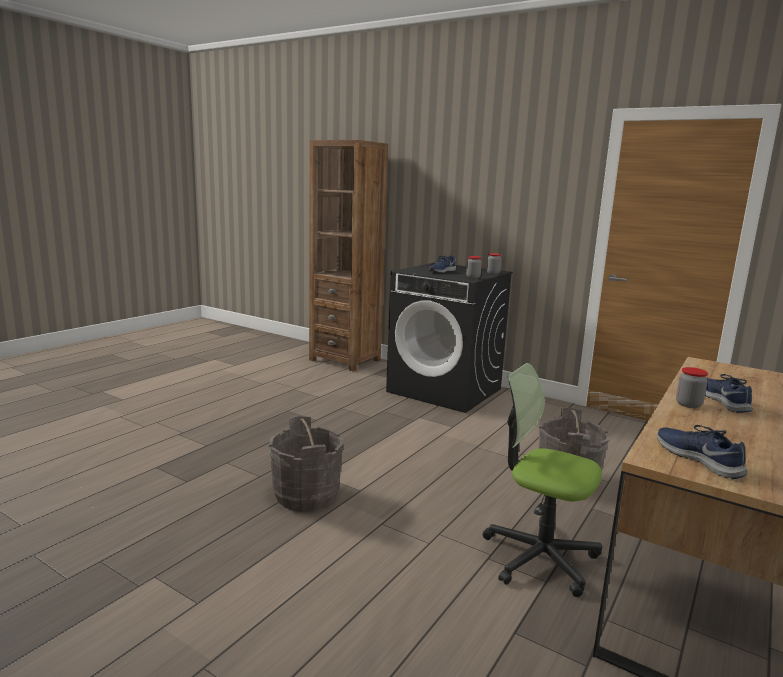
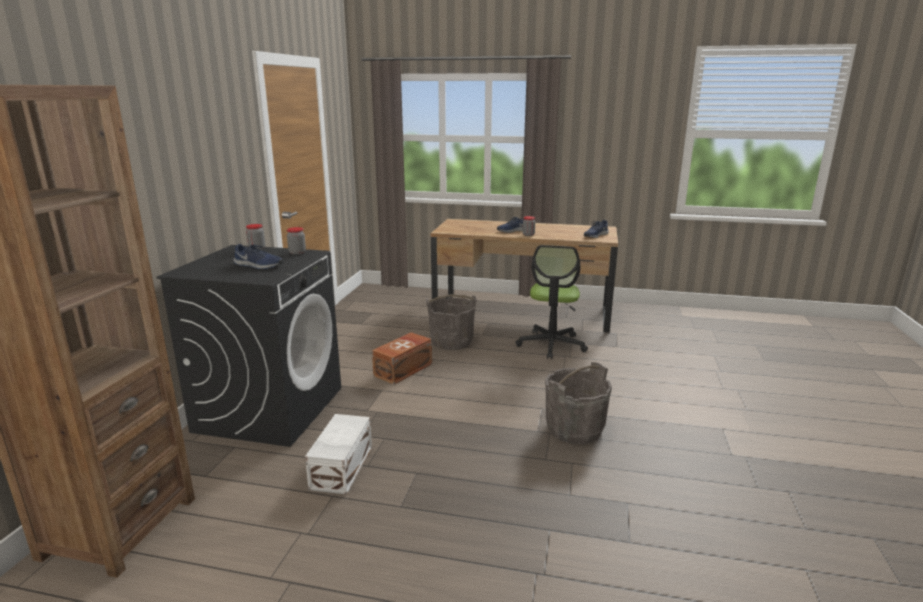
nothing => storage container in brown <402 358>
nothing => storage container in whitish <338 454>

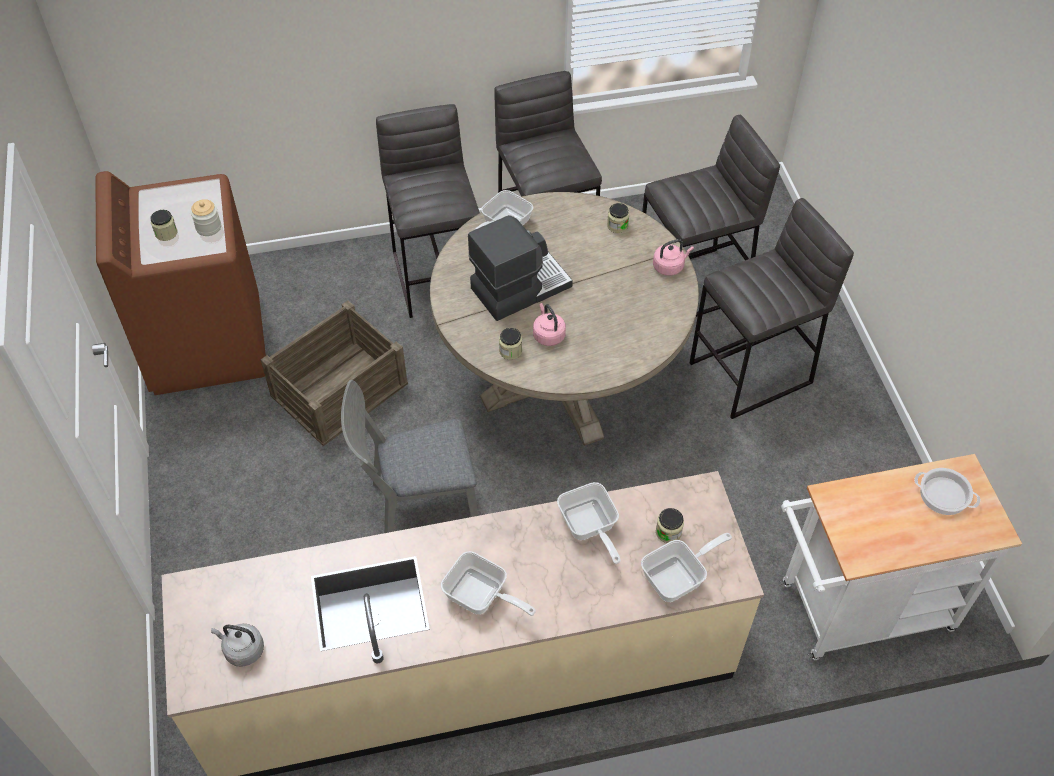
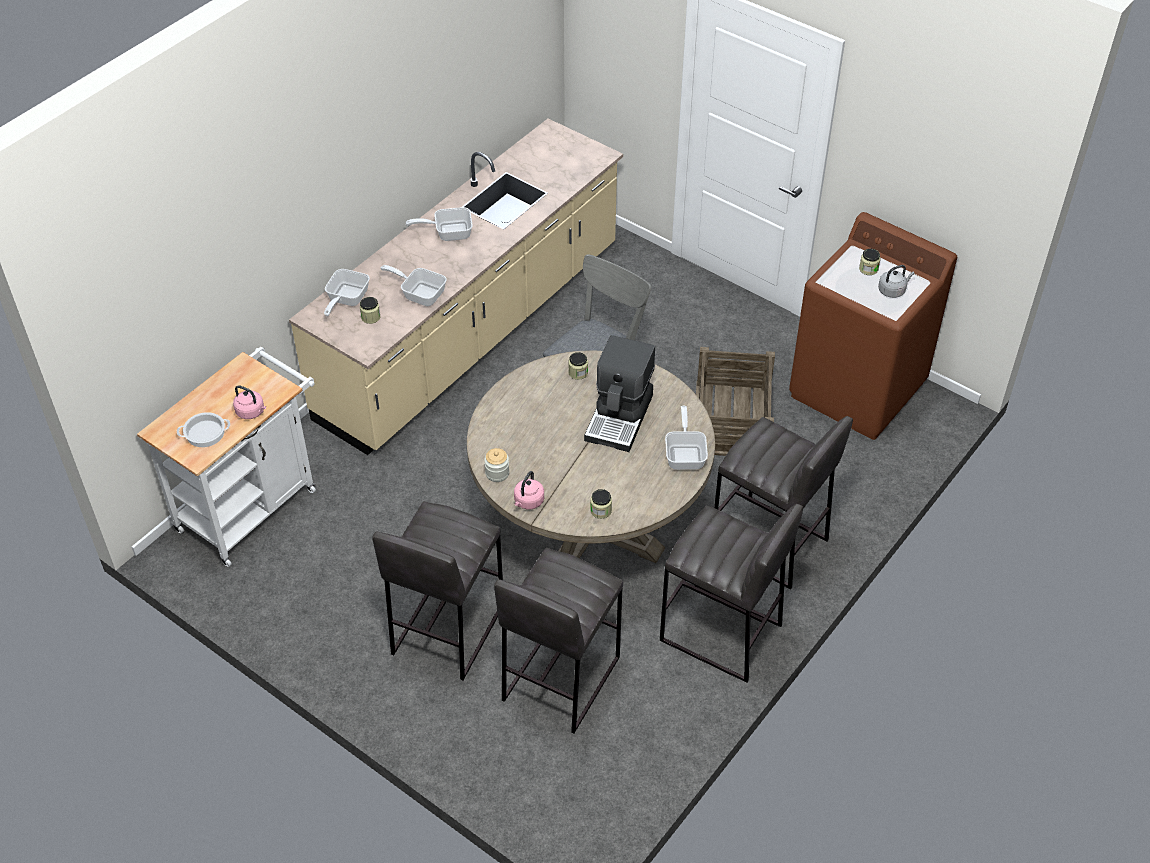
storage jar <206 217> => storage jar <496 465>, moved
kettle in pink <549 324> => kettle in pink <249 402>, moved
kettle in greyish <237 645> => kettle in greyish <896 281>, moved

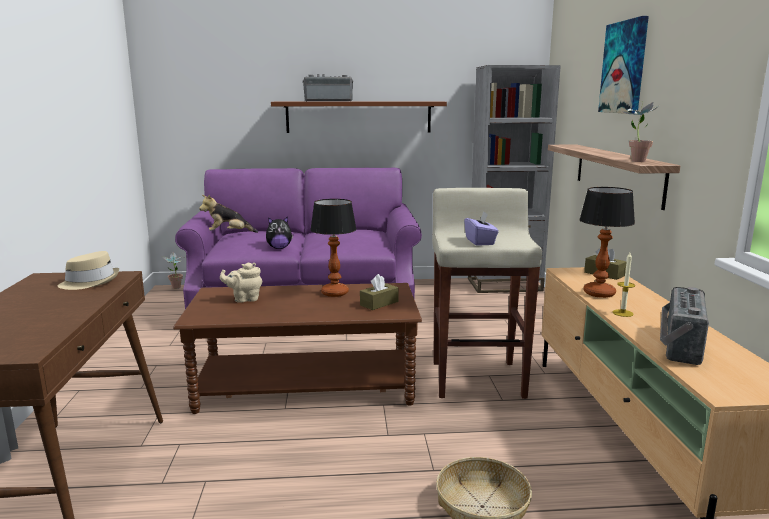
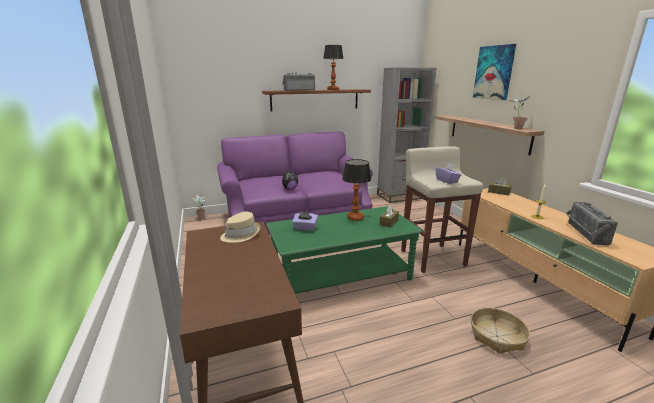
table lamp <607 242> => table lamp <333 67>, moved
plush toy <228 214> => nothing
teapot in sand-coloured <241 283> => tissue box in purple <305 221>
lounge table in brown <297 348> => lounge table in greenish <344 250>

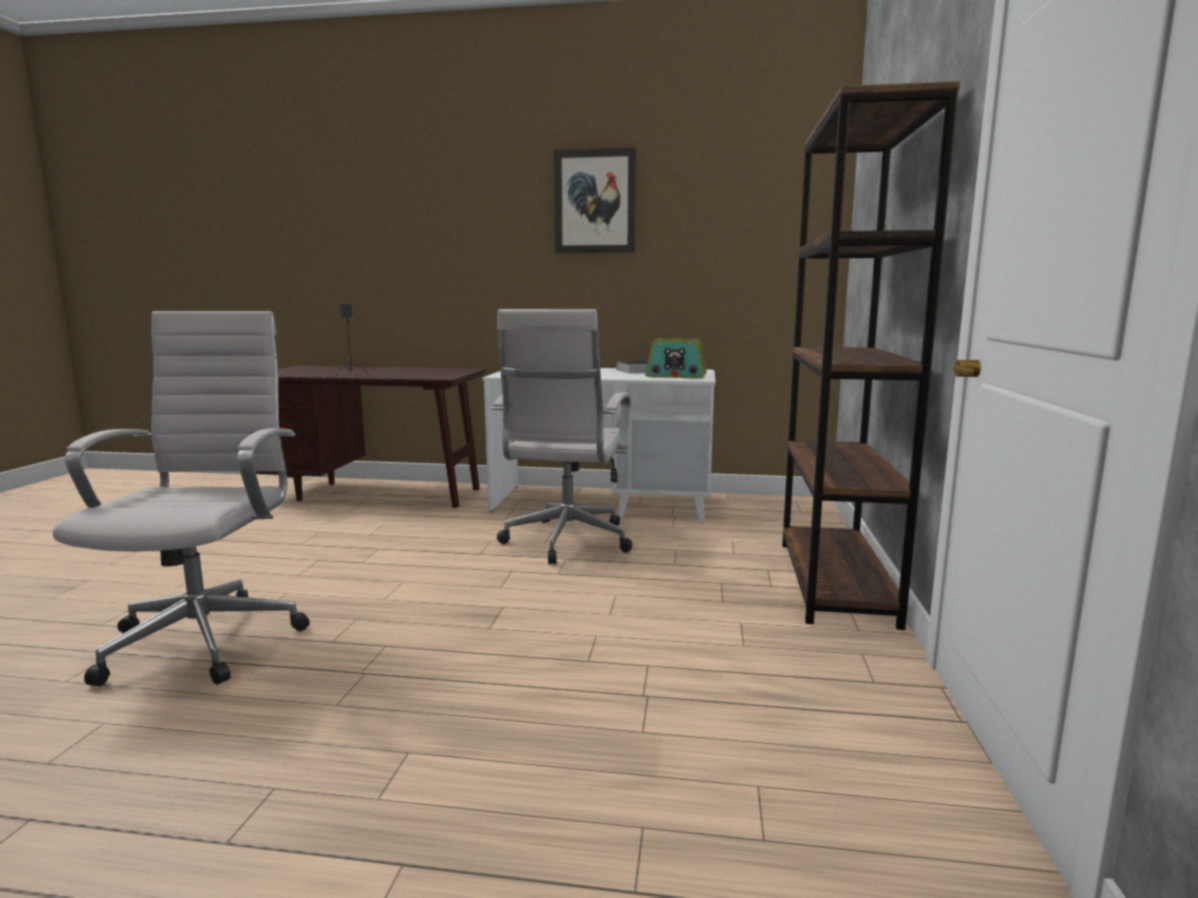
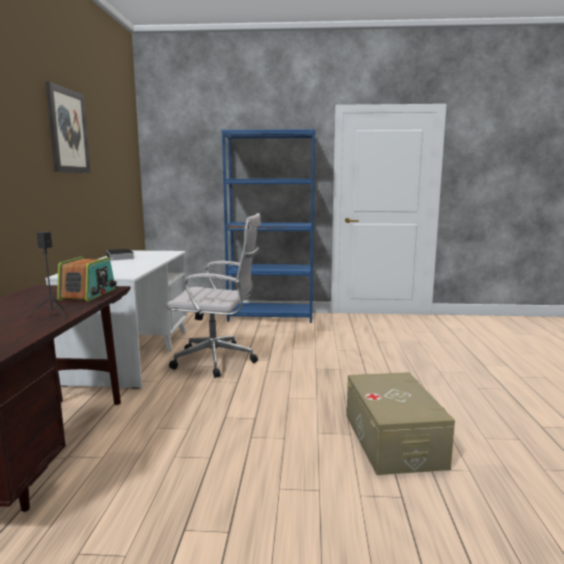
bookcase in brown <871 355> => bookcase in blue-coloured <268 226>
desk chair in whitish <181 498> => storage container in sand-coloured <401 423>
radio <676 358> => radio <87 279>, moved

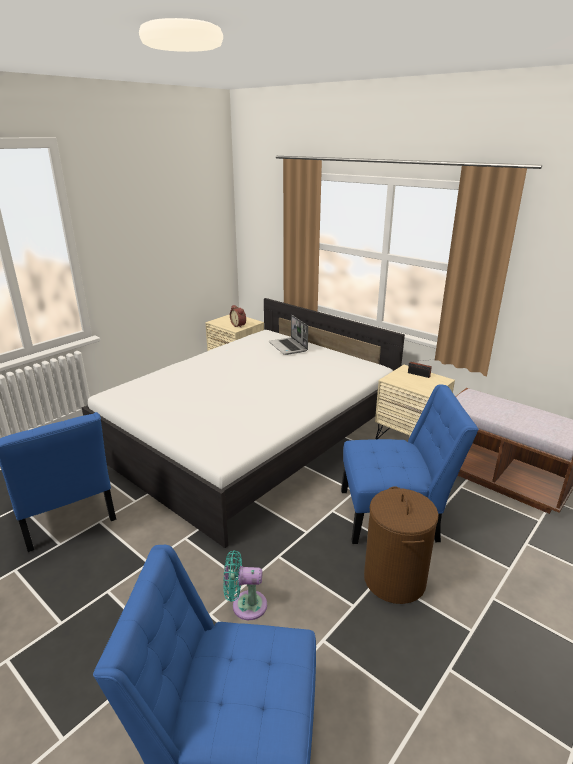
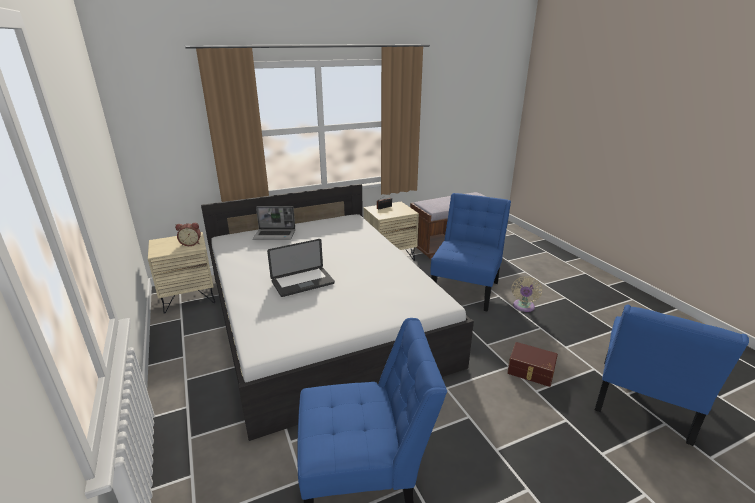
washing basket in brown <401 545> => electric fan in sand-coloured <527 294>
electric fan in turquoise <245 585> => storage container in brown <532 364>
nothing => laptop <301 268>

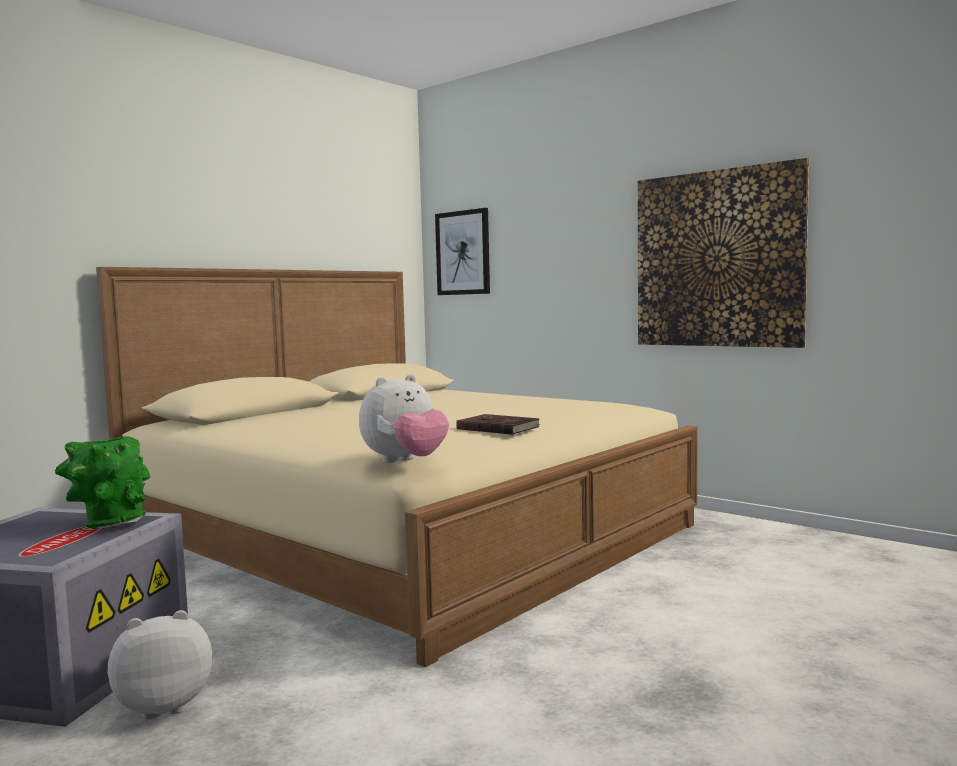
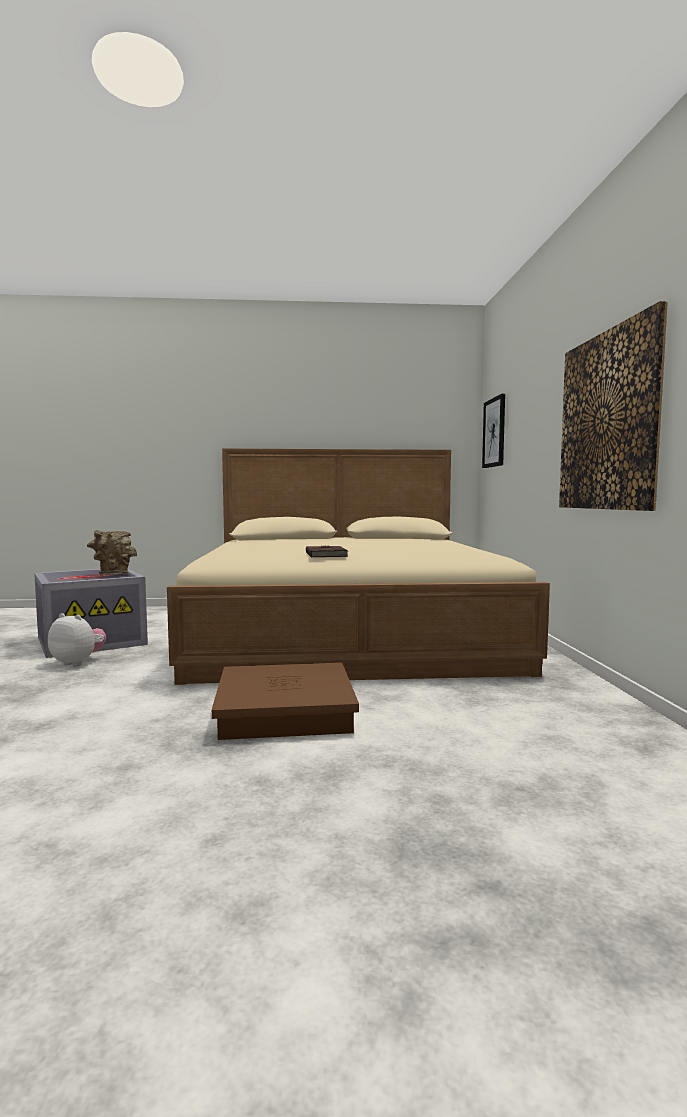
plush toy <404 418> => nothing
vase in greenish <102 482> => vase in brown <112 552>
nothing => storage container in brown <285 701>

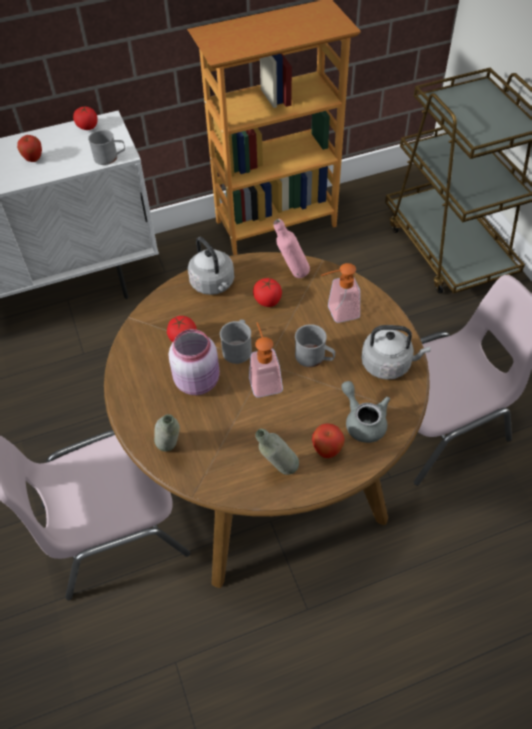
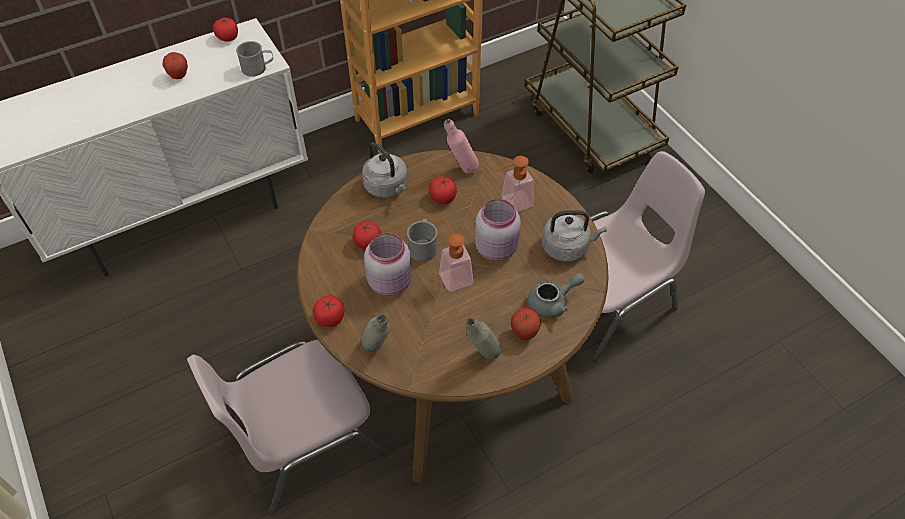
coffee mug in greyish <315 345> => storage jar in pink <498 230>
teapot in greyish <366 412> => teapot in greyish <556 295>, 105 degrees clockwise
nothing => fresh tomato <328 311>

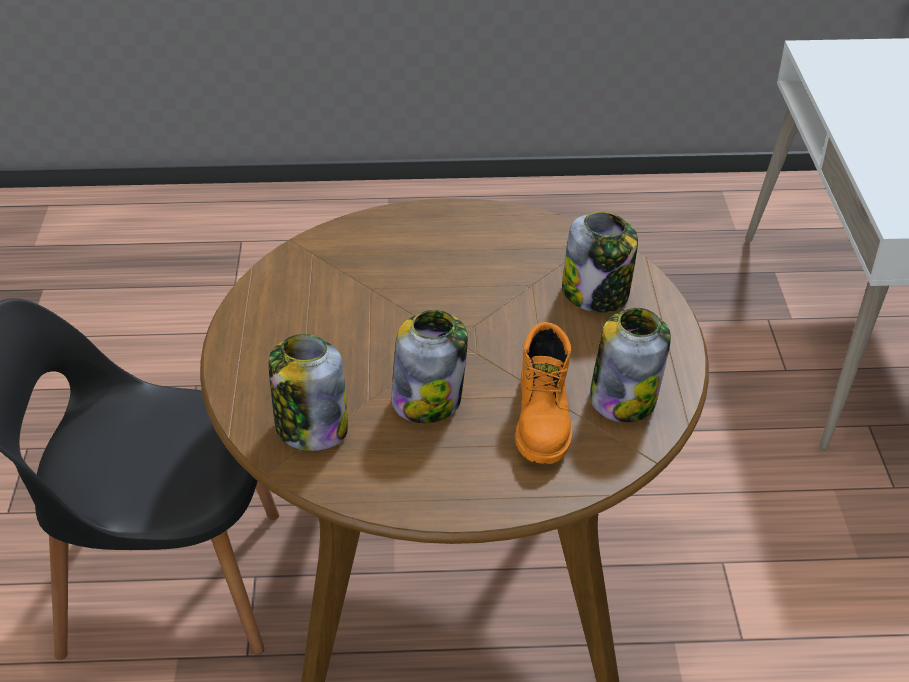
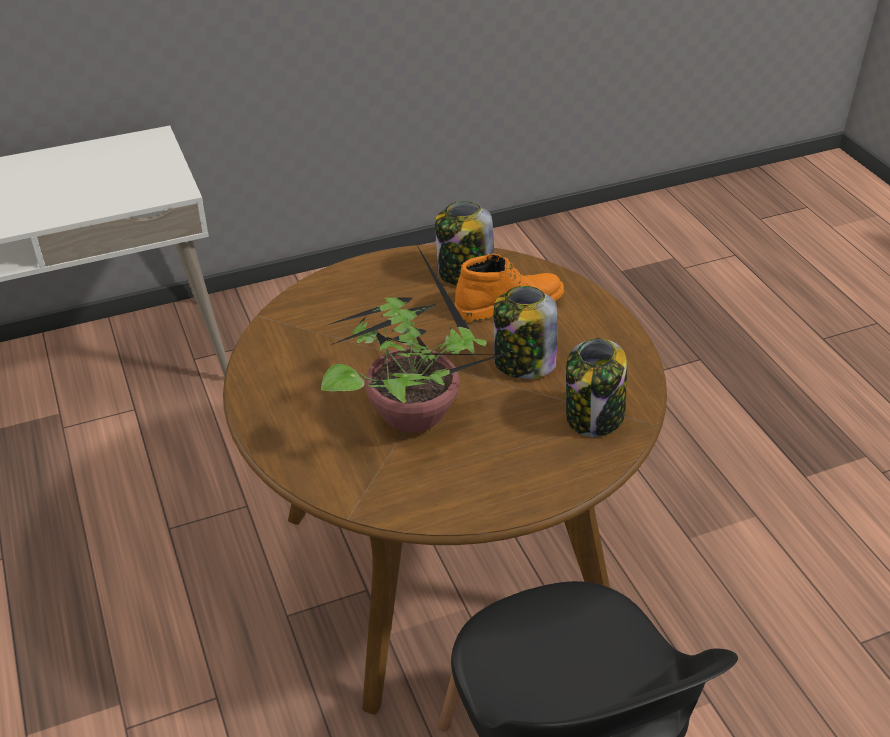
storage jar <600 262> => nothing
nothing => potted plant <416 339>

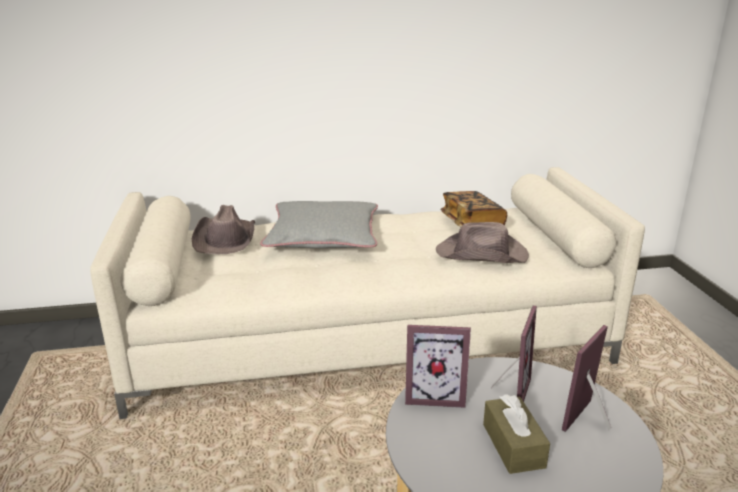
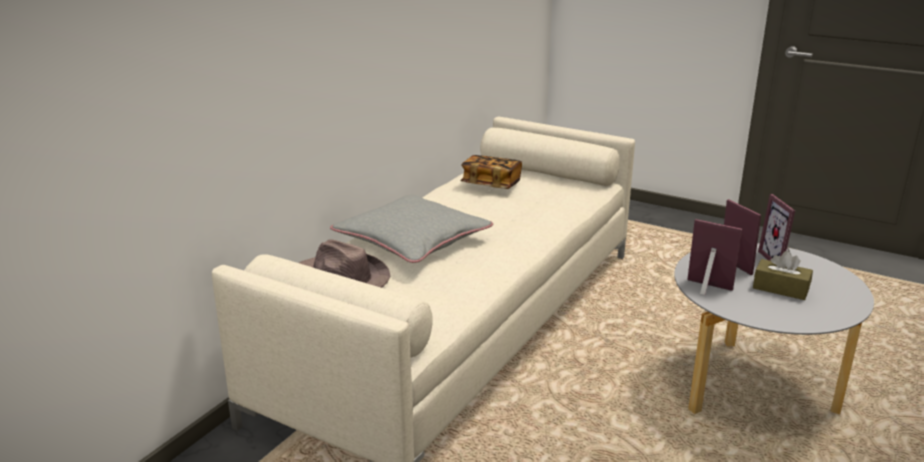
clothing hat in brown <482 242> => nothing
standing frame <438 366> => standing frame <714 257>, 105 degrees counterclockwise

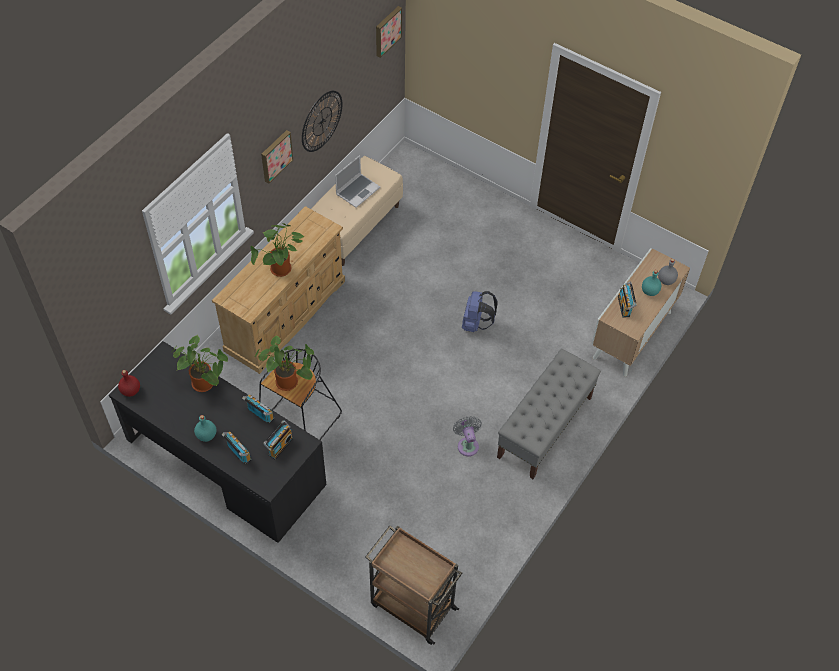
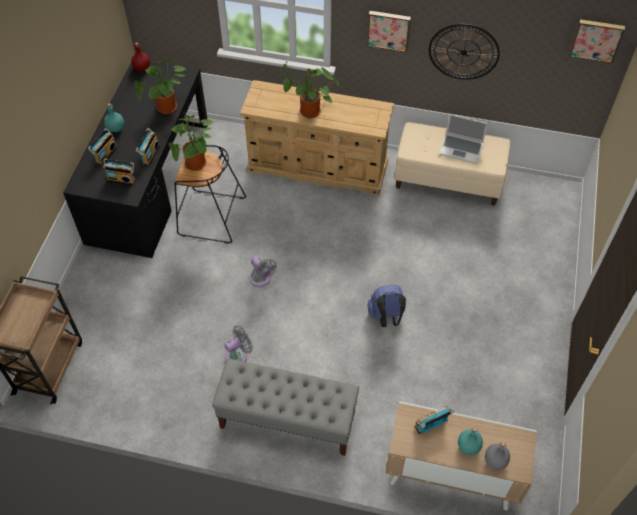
nothing => electric fan in greyish <263 271>

